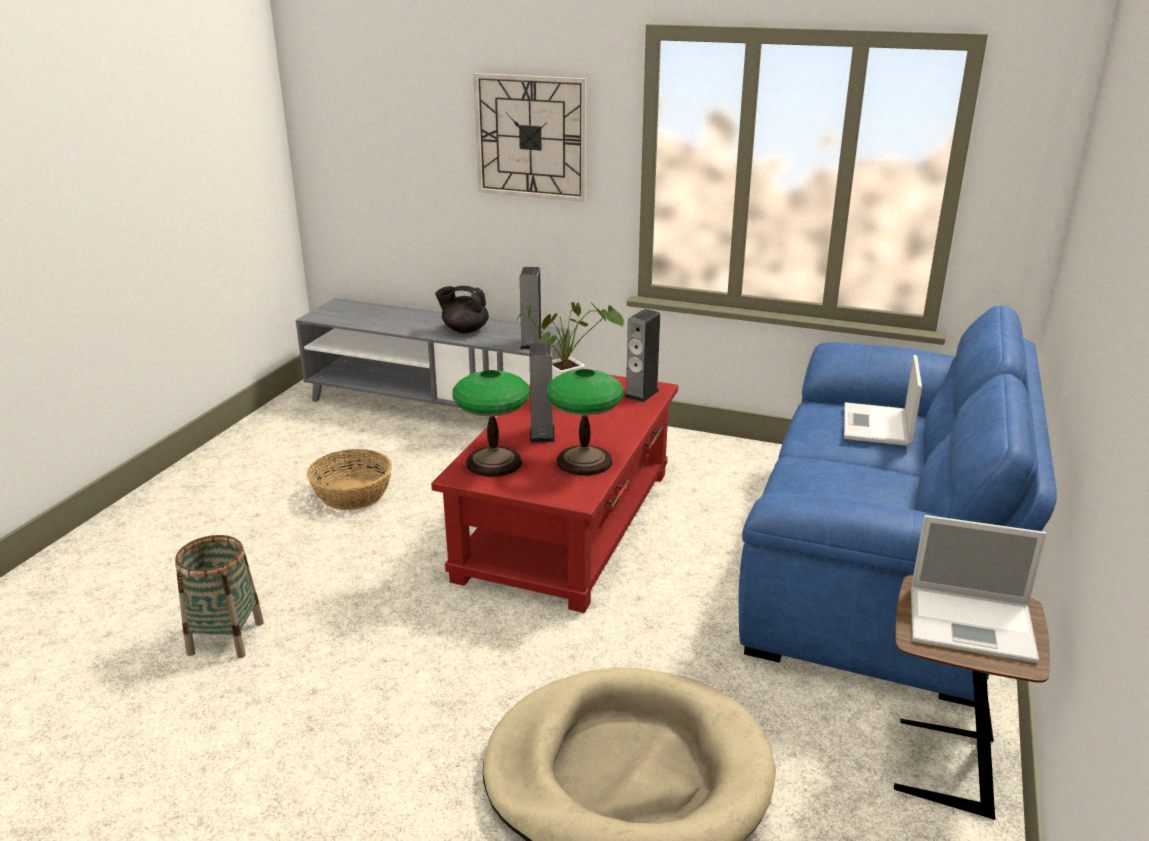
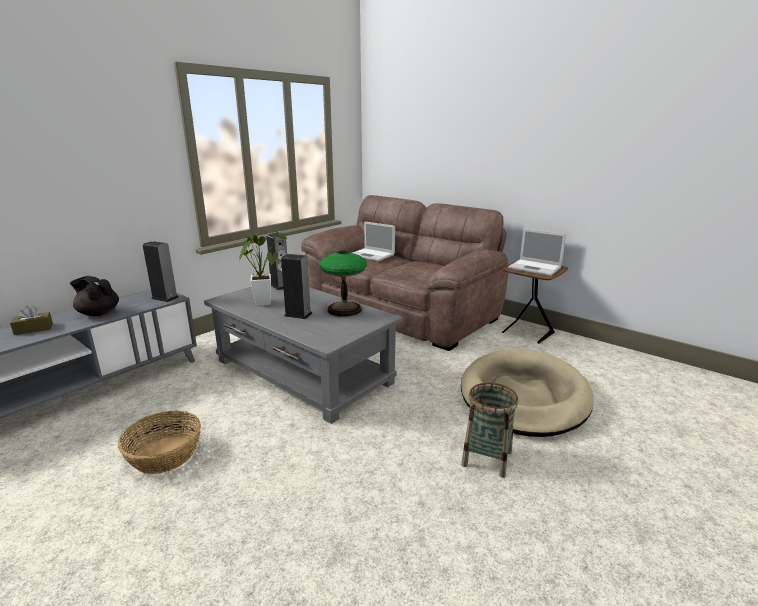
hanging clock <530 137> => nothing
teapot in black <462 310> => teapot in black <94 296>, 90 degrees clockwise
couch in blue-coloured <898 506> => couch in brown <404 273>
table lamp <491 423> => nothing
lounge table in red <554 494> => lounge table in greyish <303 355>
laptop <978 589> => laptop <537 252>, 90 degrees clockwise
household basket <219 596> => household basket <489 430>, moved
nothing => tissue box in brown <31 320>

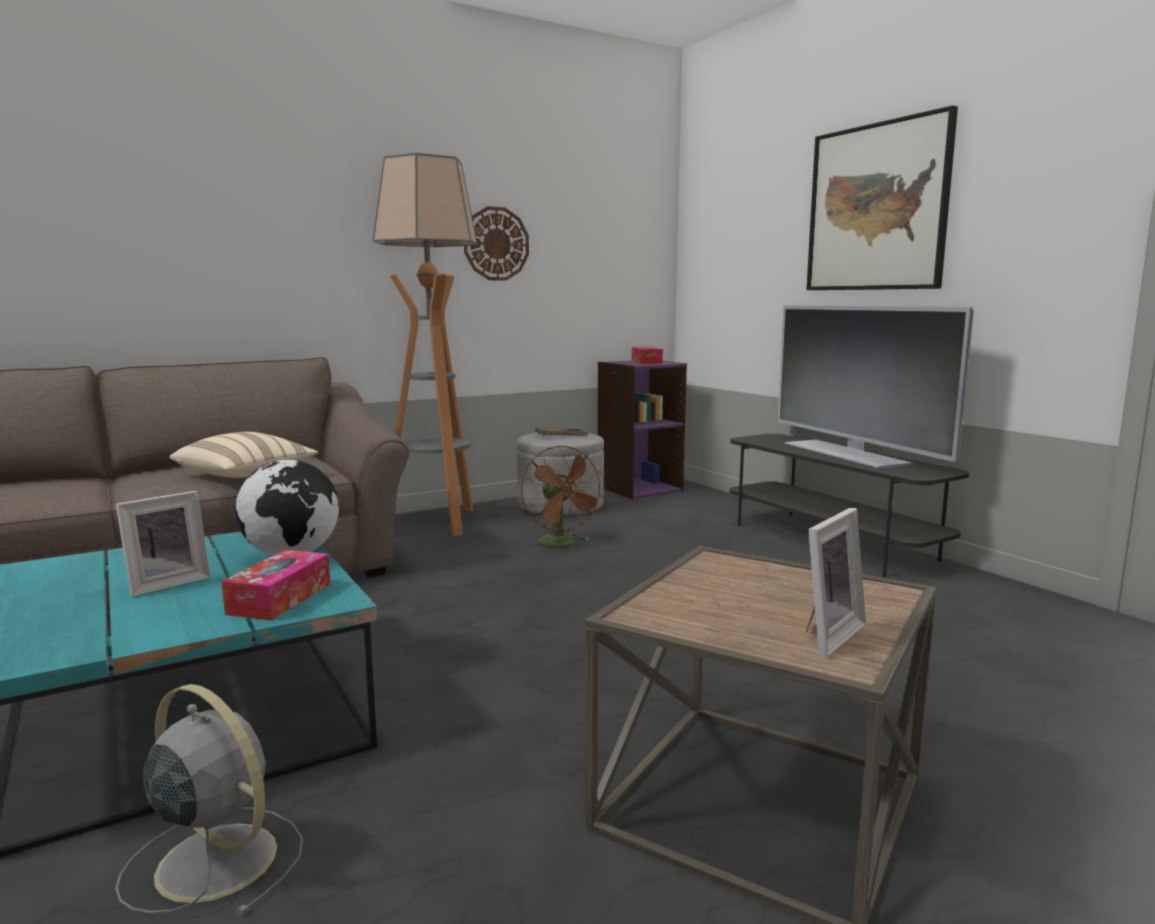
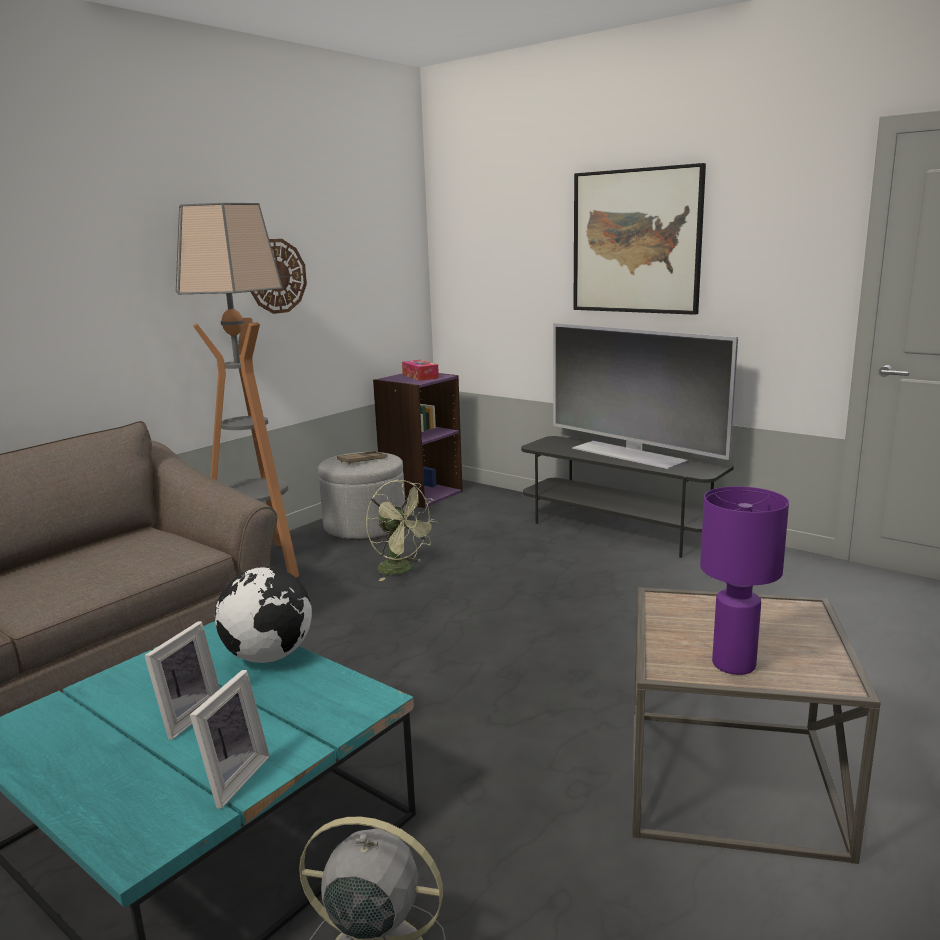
throw pillow in sand-coloured <243 455> => nothing
electric fan in brown <562 497> => electric fan in greenish <402 530>
standing frame <836 583> => standing frame <230 739>, moved
tissue box <276 585> => nothing
nothing => table lamp in purple <744 580>

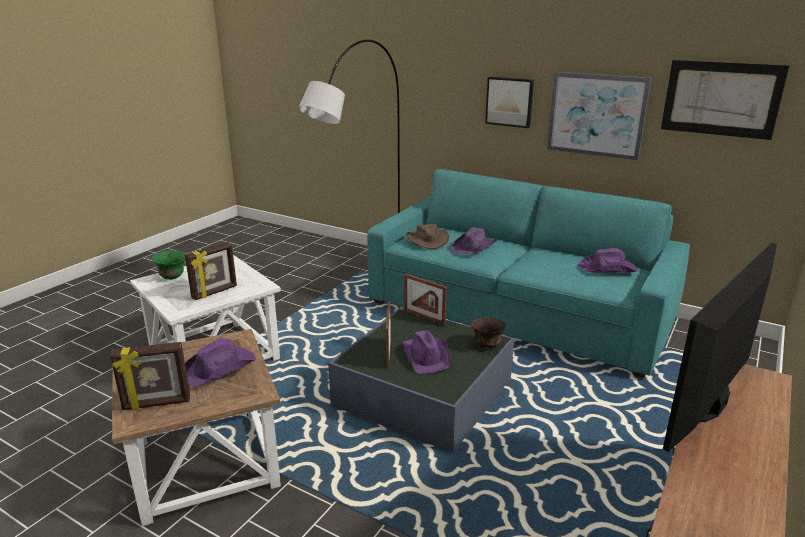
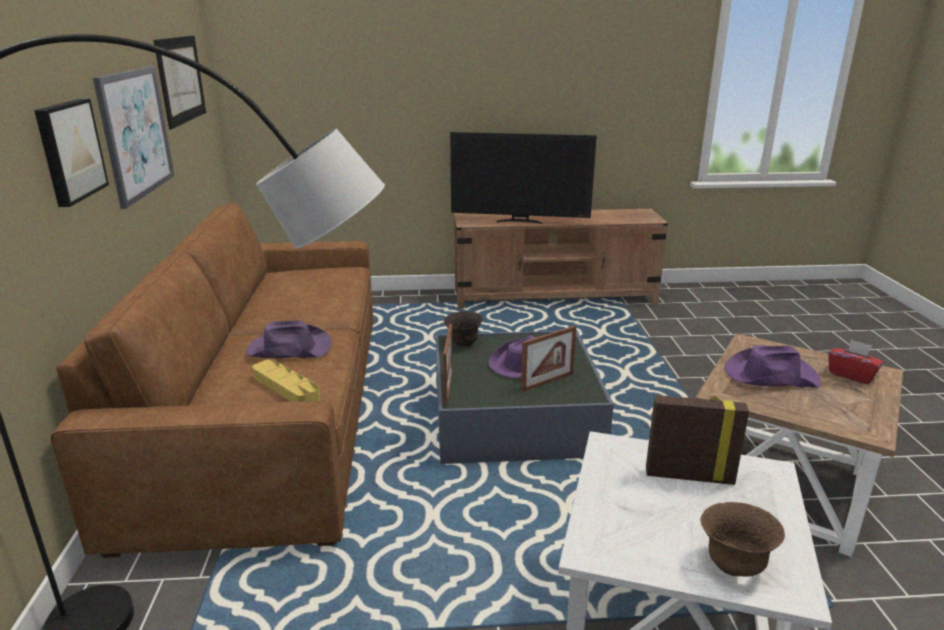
couch in turquoise <528 273> => couch in brown <212 380>
clothing hat in brown <427 236> => carrying tray in yellow-coloured <286 380>
clothing hat in purple <608 260> => nothing
serving bowl in greenish <168 265> => serving bowl in brown <742 539>
standing frame <150 376> => tissue box in red <856 361>

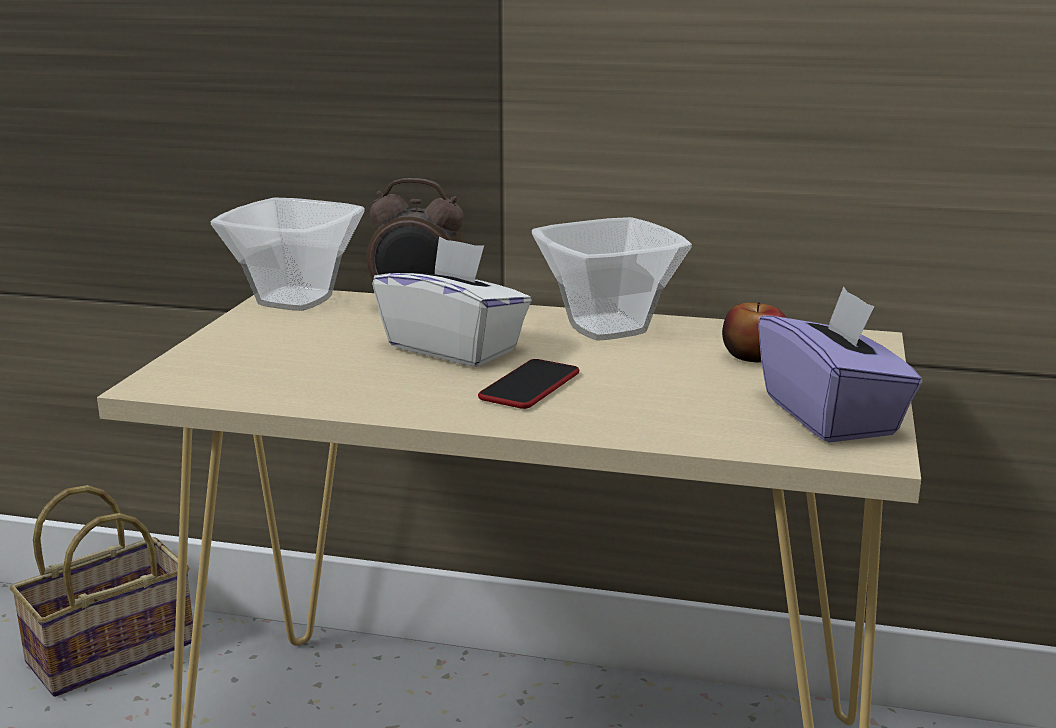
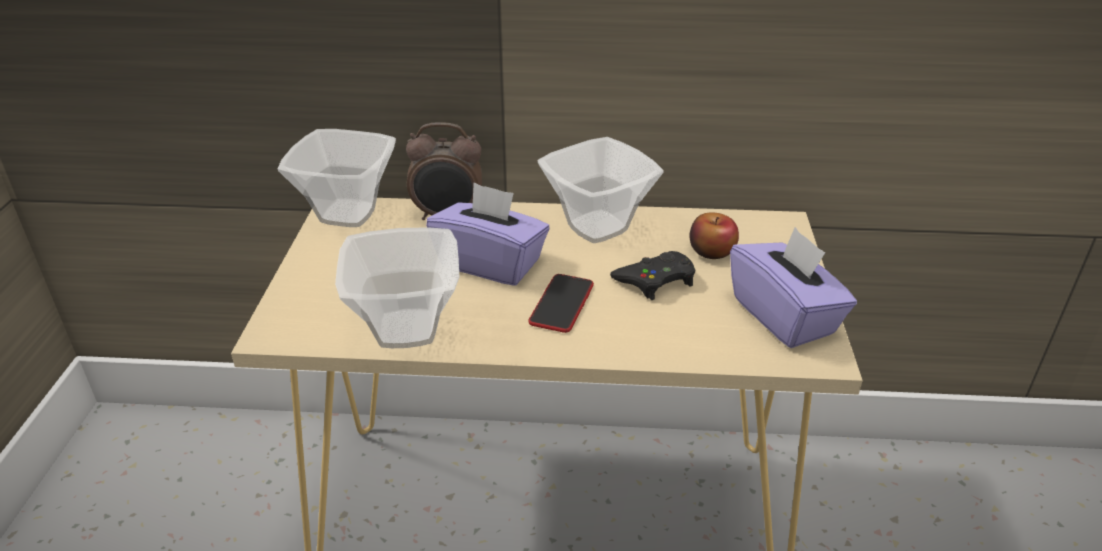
tissue box in whitish <451 302> => tissue box in purple <488 234>
household basket <101 591> => nothing
nothing => serving bowl <397 287>
nothing => game controller in black <652 275>

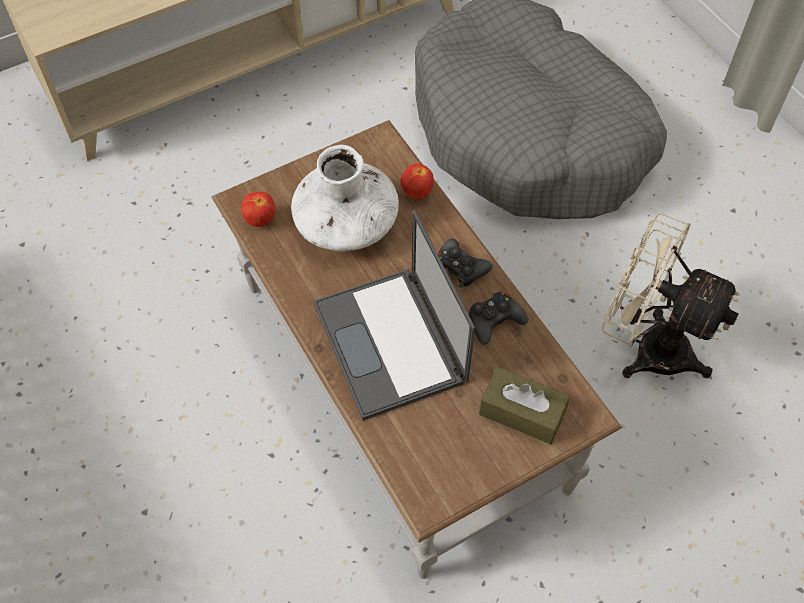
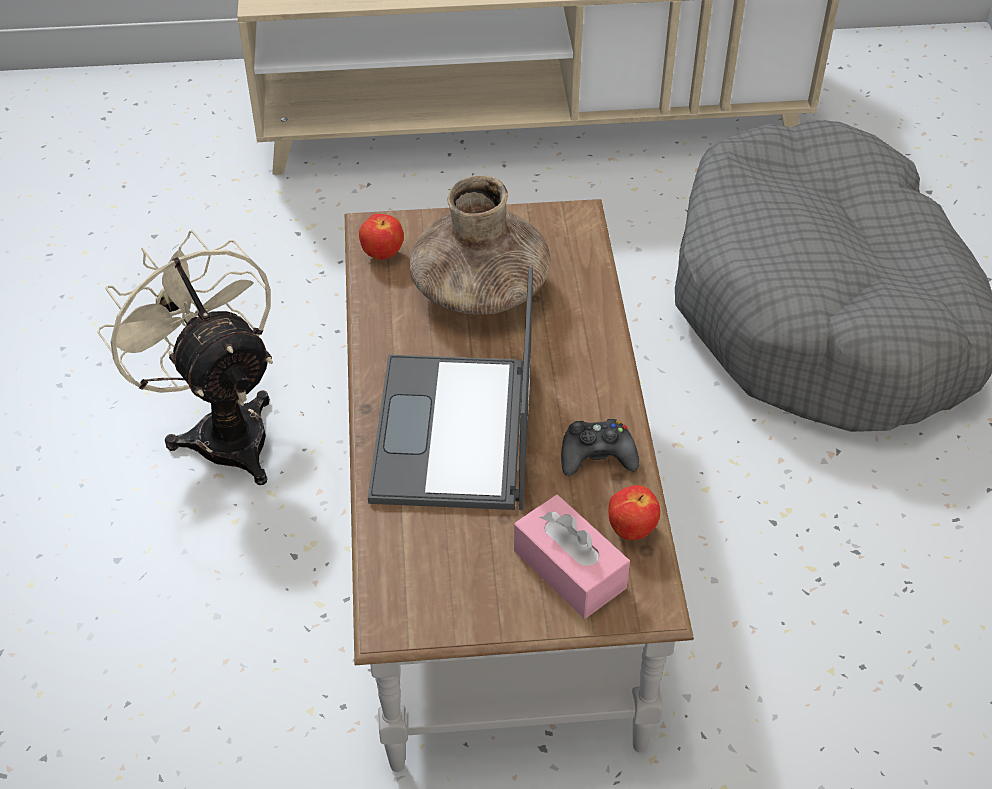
vase in whitish <345 198> => vase in brown <479 244>
whole apple <417 181> => whole apple <634 512>, moved
electric fan in sand-coloured <671 295> => electric fan in sand-coloured <185 357>, moved
game controller in black <465 263> => nothing
tissue box in brown <524 405> => tissue box in pink <572 557>

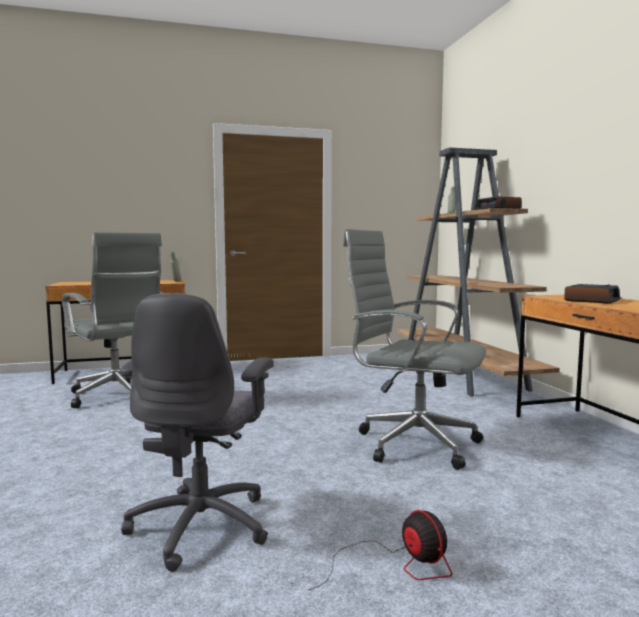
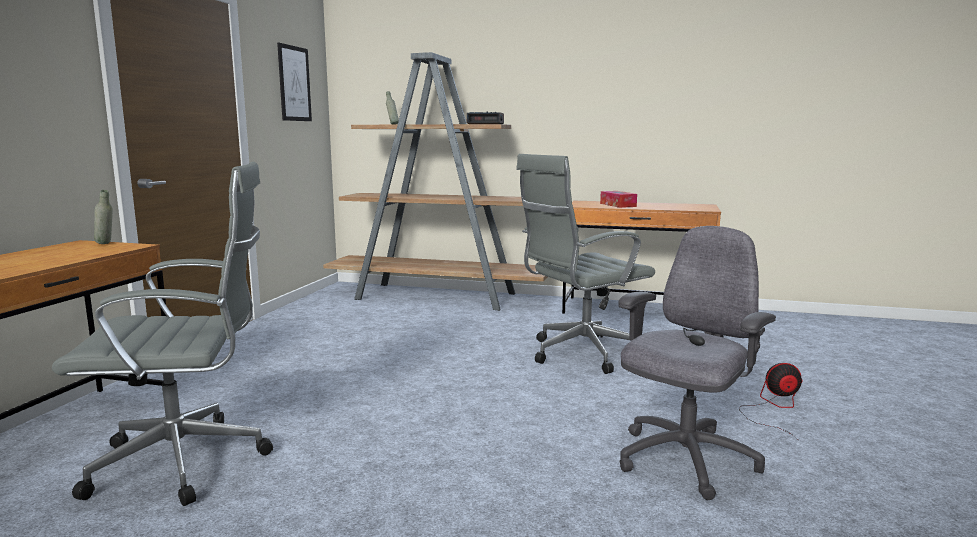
alarm clock <592 294> => tissue box <618 199>
desk chair in greyish <197 432> => desk chair in greyish <697 363>, 90 degrees counterclockwise
nothing => wall picture <294 82>

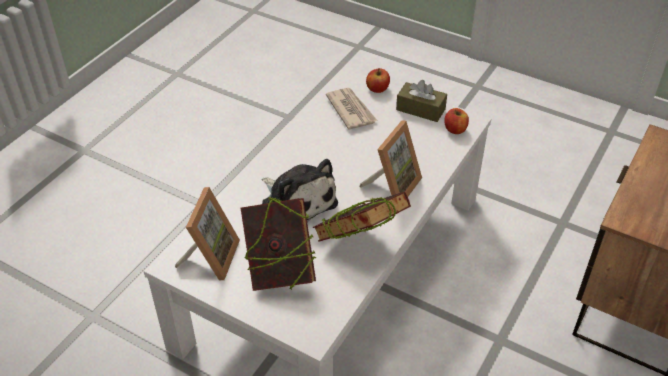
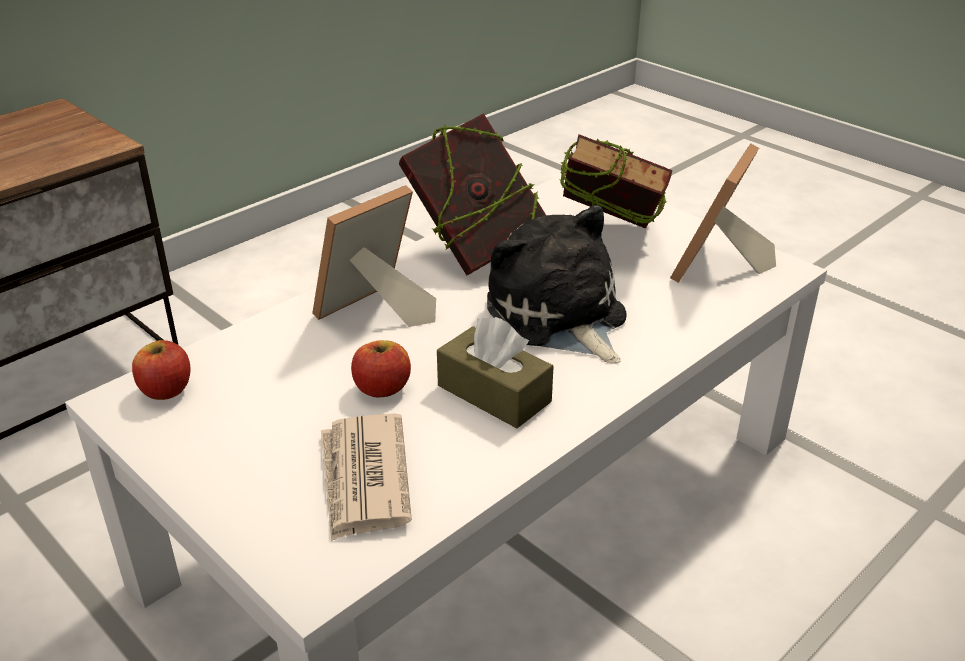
whole apple <378 80> => whole apple <381 368>, moved
tissue box in brown <421 101> => tissue box in brown <495 372>, moved

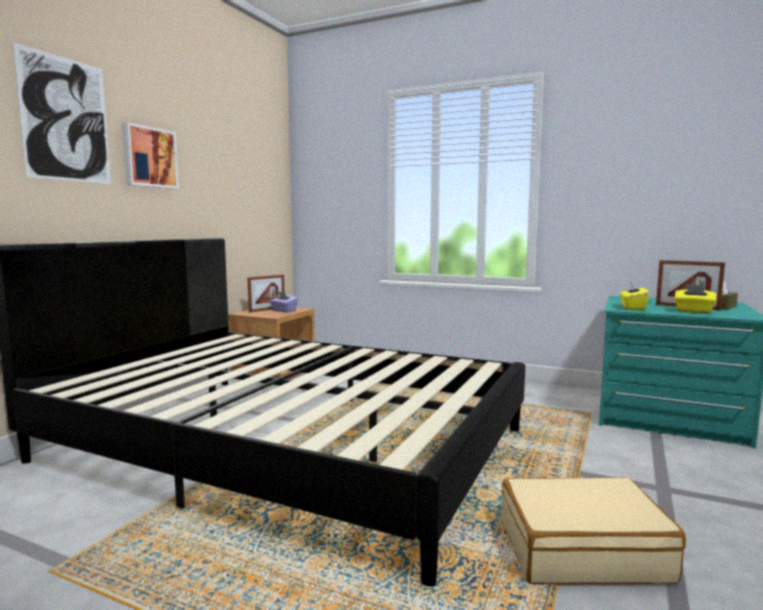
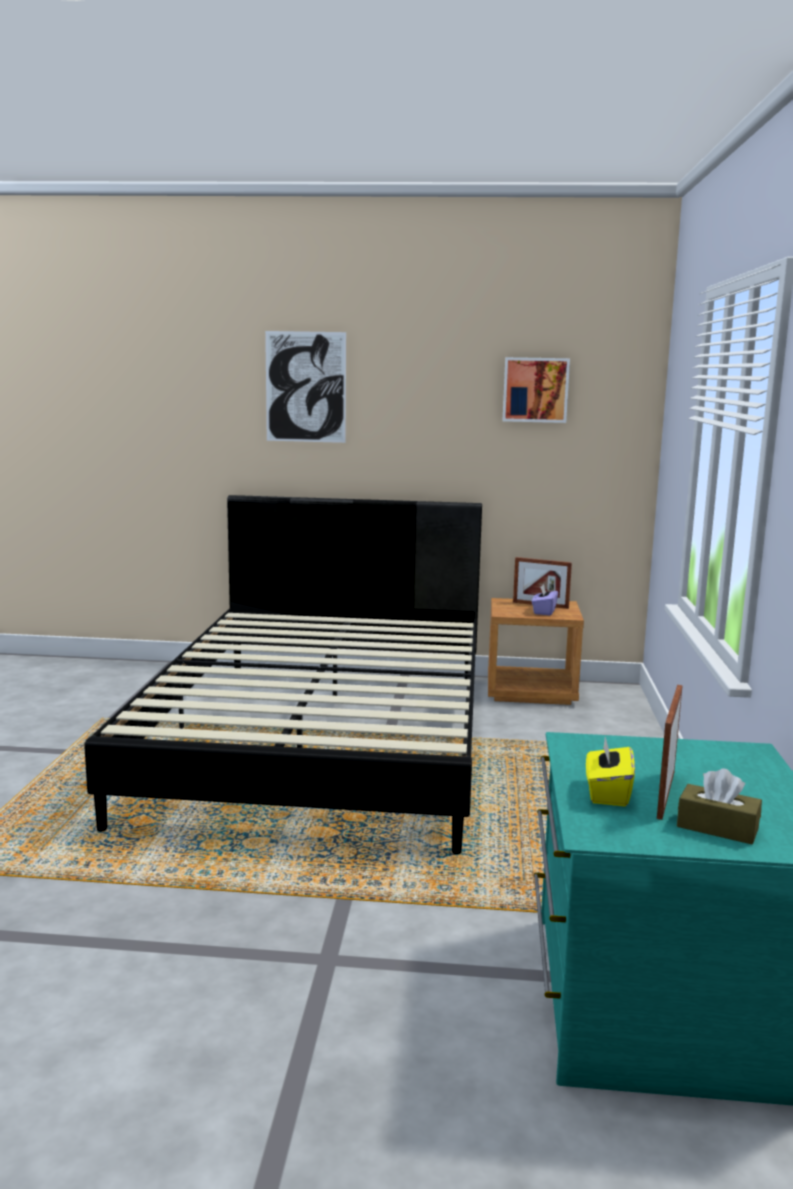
wall picture <150 155> => wall picture <536 390>, moved
tissue box in yellow-coloured <634 296> => nothing
piece of luggage in sand-coloured <593 531> => nothing

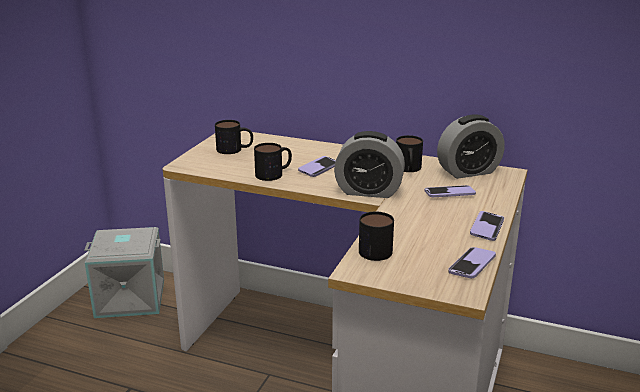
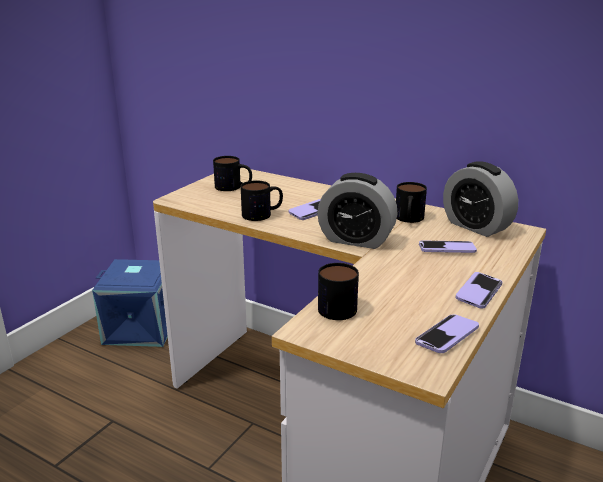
alarm clock <471 146> => alarm clock <480 199>, 60 degrees clockwise
storage container in greyish <124 272> => storage container in blue-coloured <130 303>

